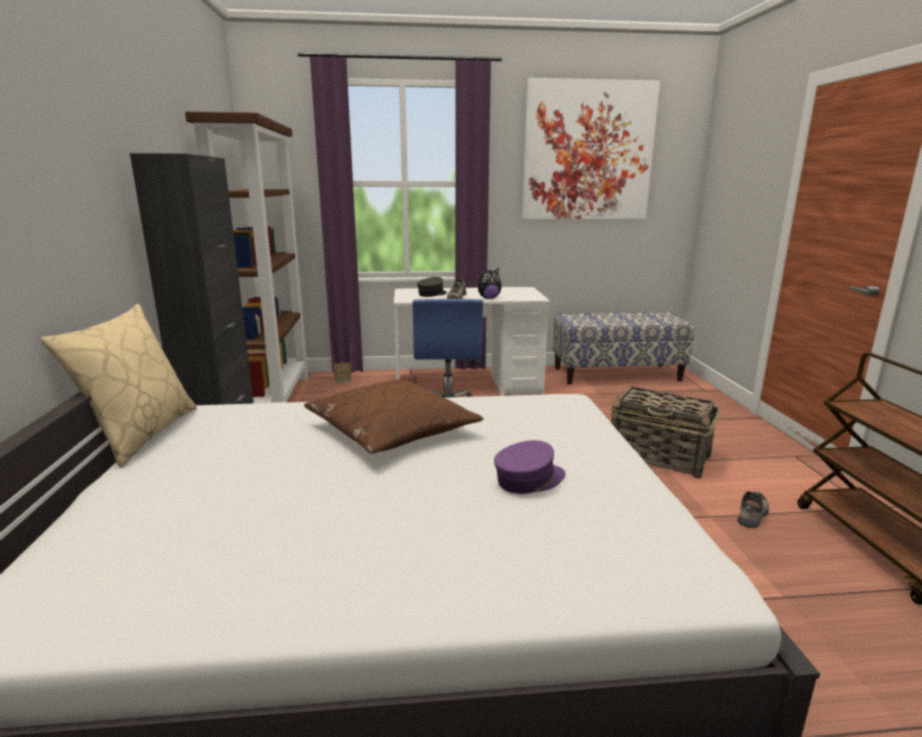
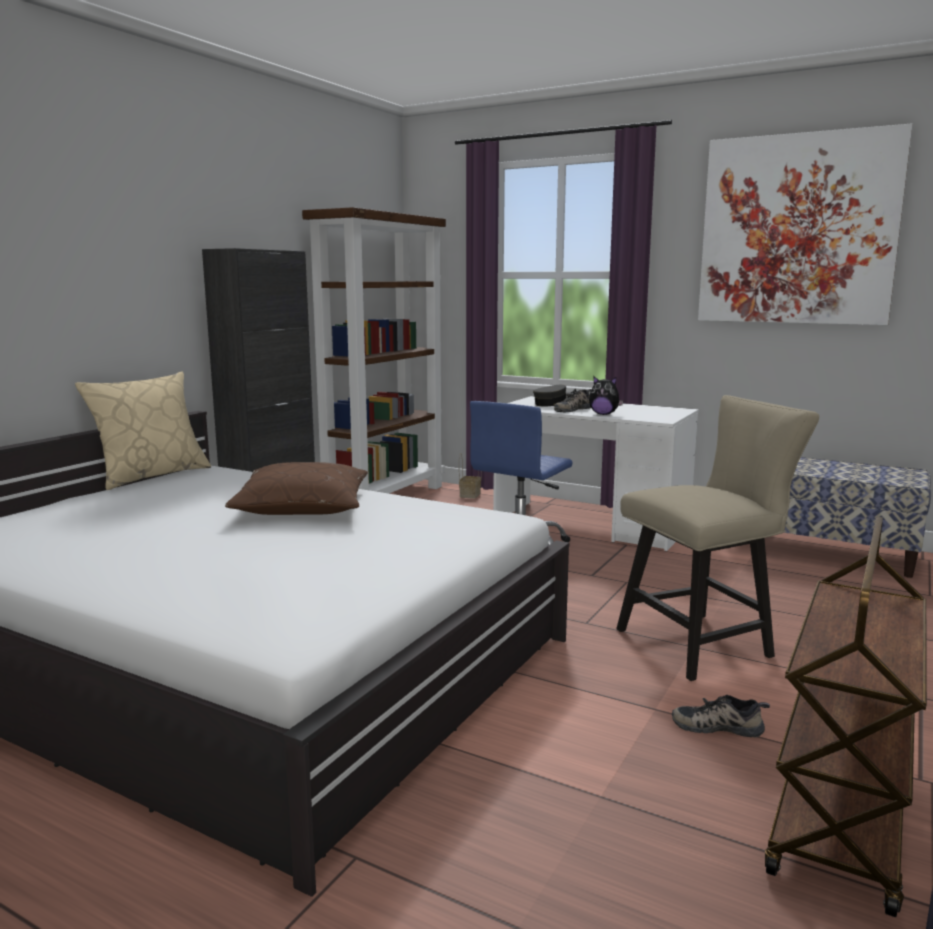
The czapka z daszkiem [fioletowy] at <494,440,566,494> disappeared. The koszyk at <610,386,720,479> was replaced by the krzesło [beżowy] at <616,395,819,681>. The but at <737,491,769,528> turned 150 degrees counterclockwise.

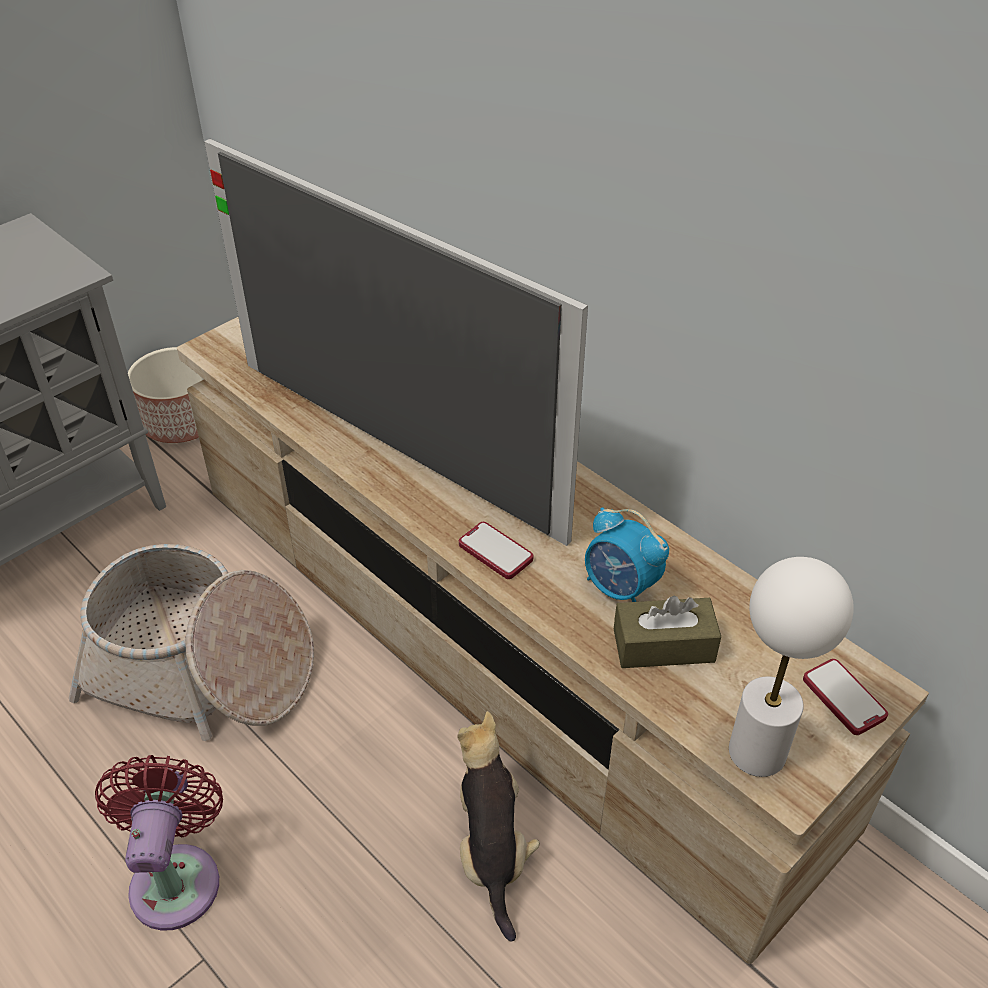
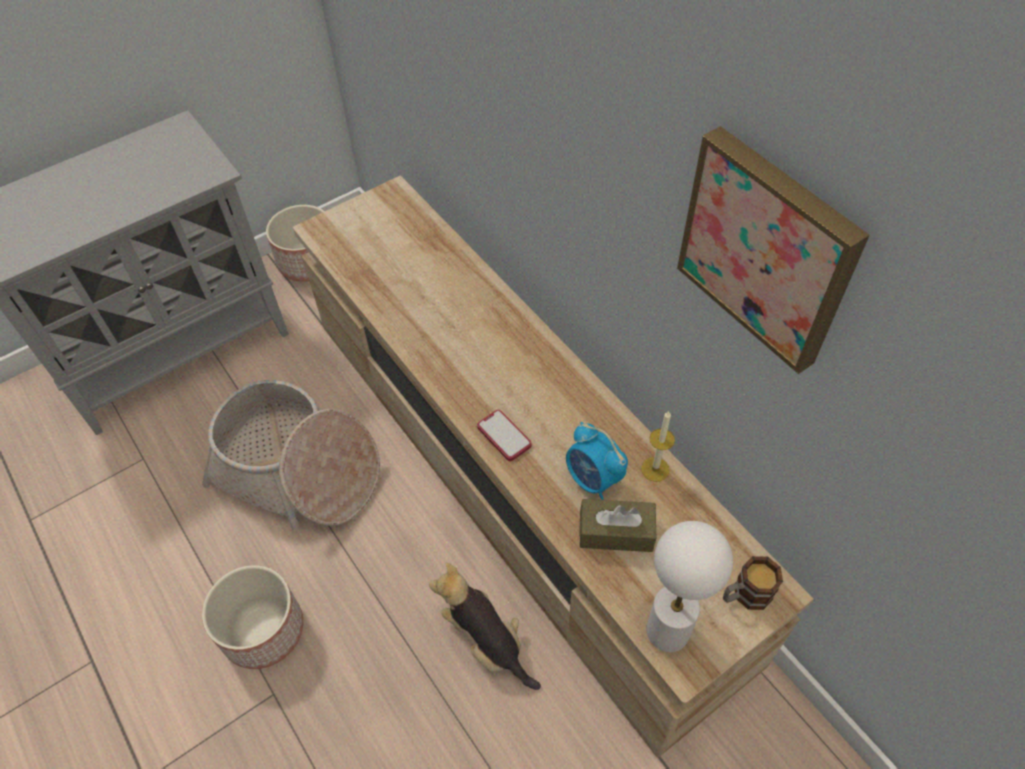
The wentylator [czerwony] at <95,755,223,931> was replaced by the donica at <202,565,303,669>. The telewizor at <204,139,588,546> disappeared. The pluszak at <457,711,540,942> turned 45 degrees counterclockwise. The telefon at <803,659,888,735> was replaced by the kubek at <723,556,783,610>. The świeca at <641,411,675,482> appeared. The obraz at <677,126,870,374> appeared.

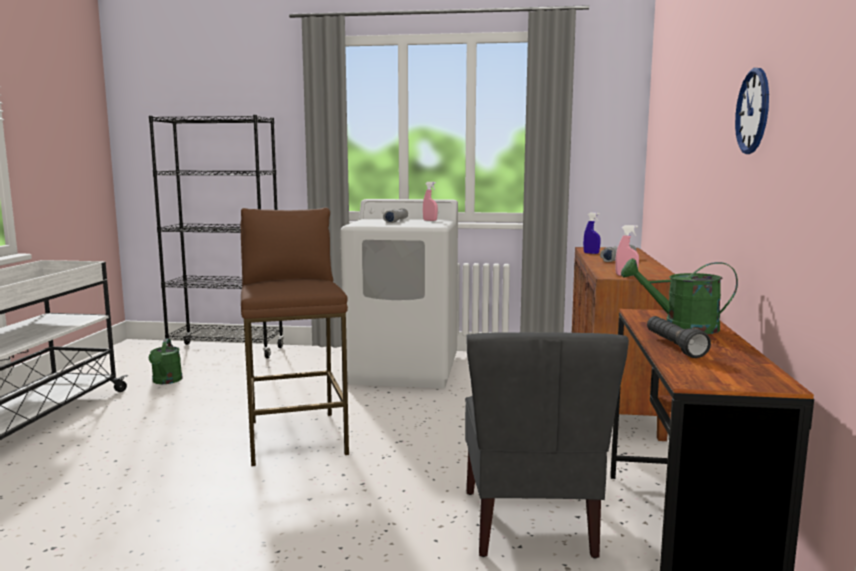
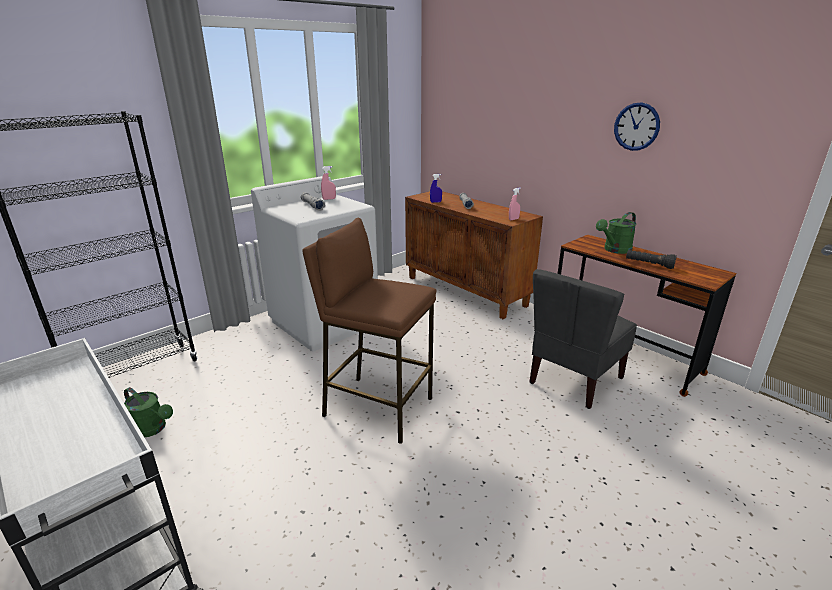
The krzesło [szary] at <465,332,629,558> turned 90 degrees clockwise.

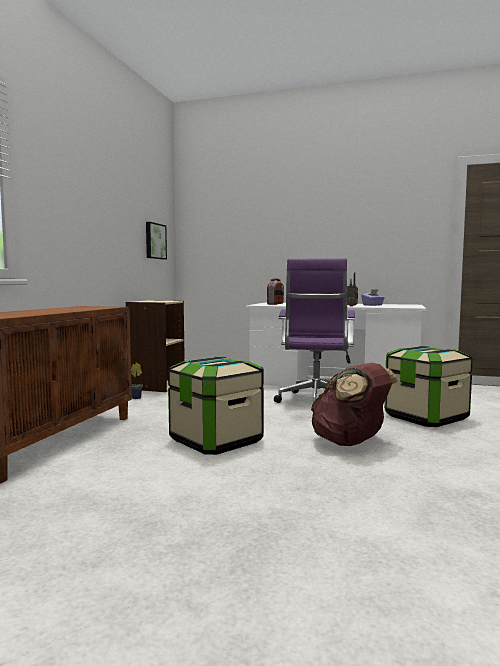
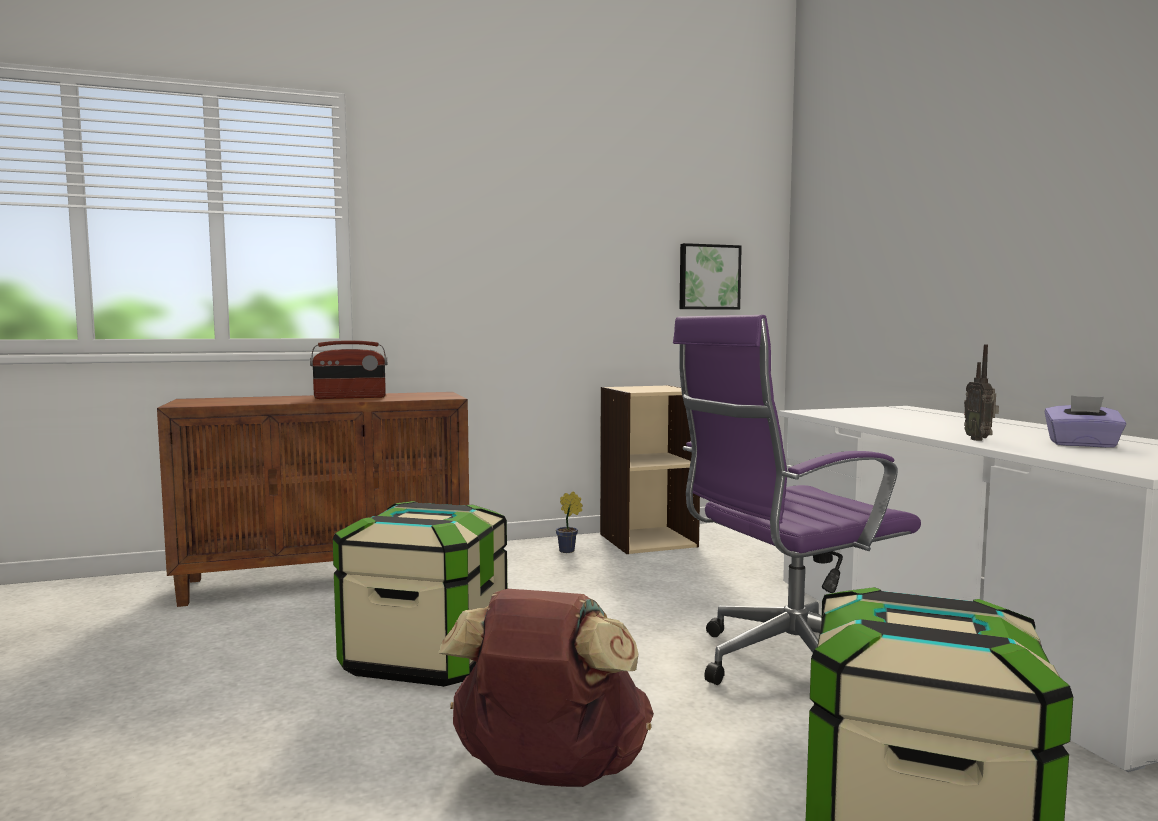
The radio moved from <267,278,284,305> to <310,340,387,399>.

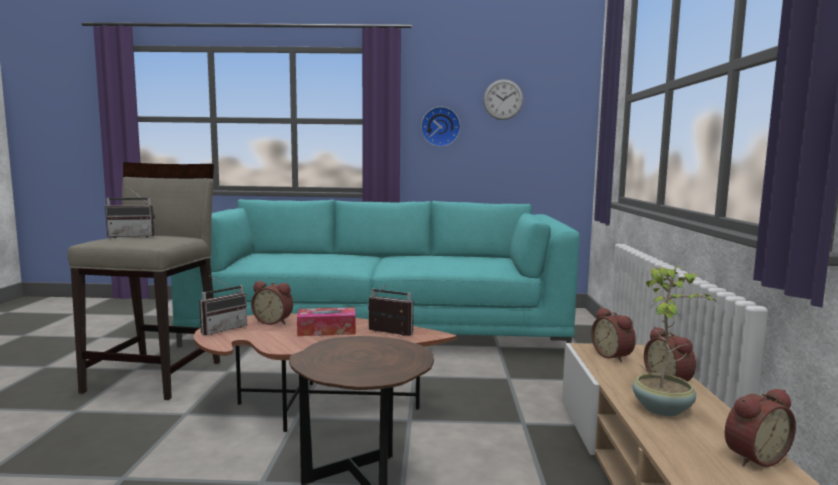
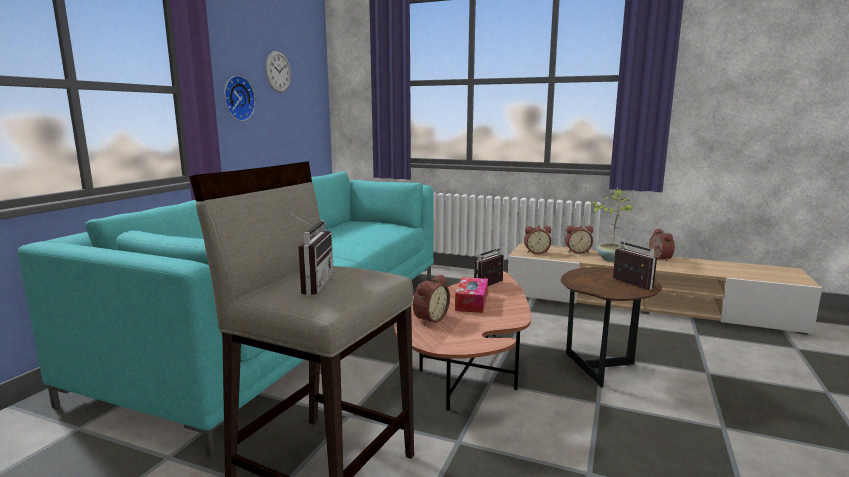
The radio moved from <199,277,247,335> to <613,239,657,290>.

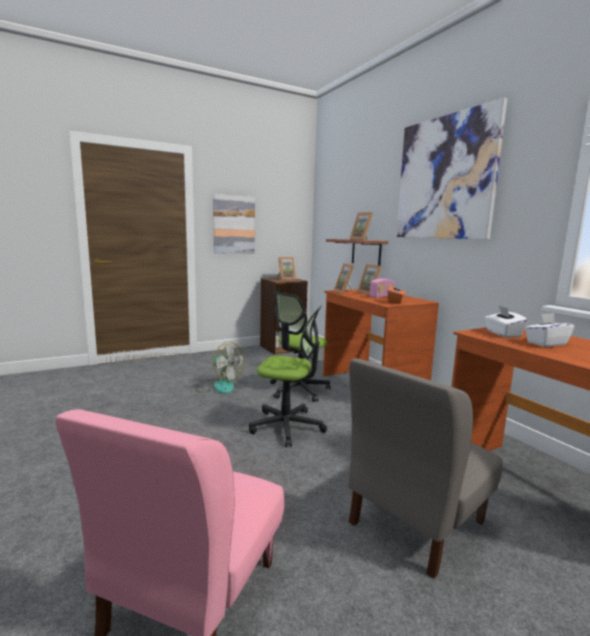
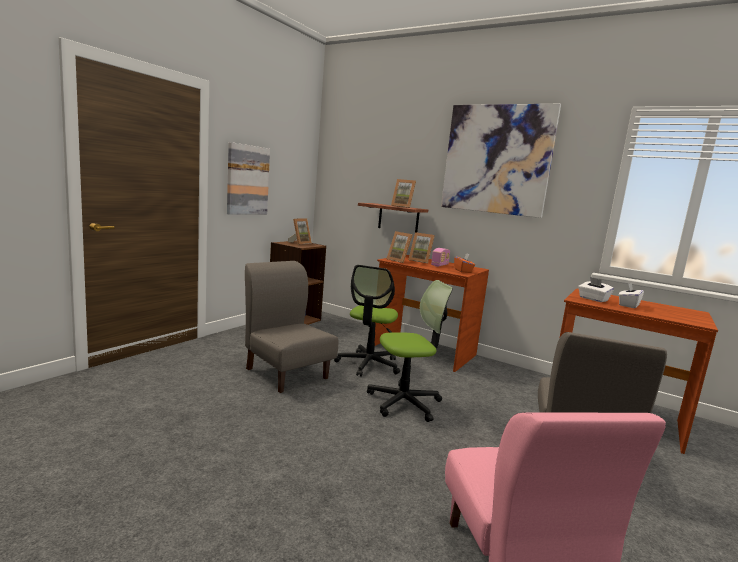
The wentylator at <196,341,244,394> was replaced by the krzesło [szary] at <245,261,338,393>.

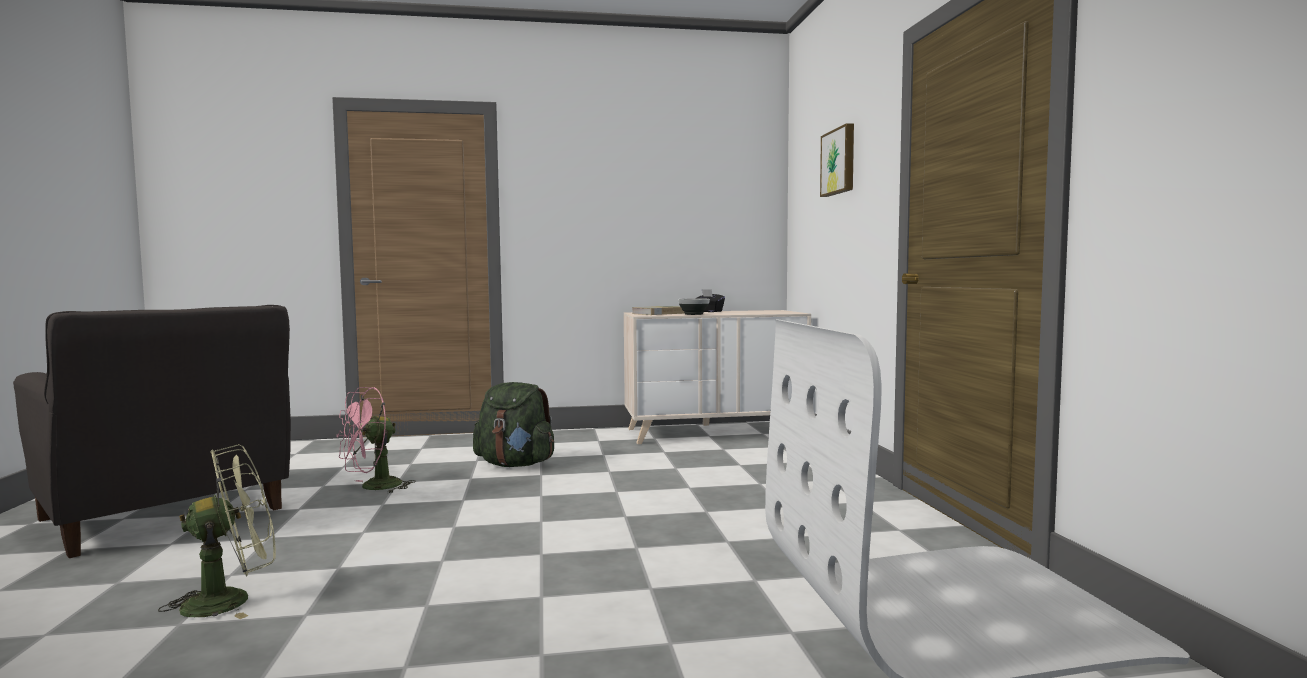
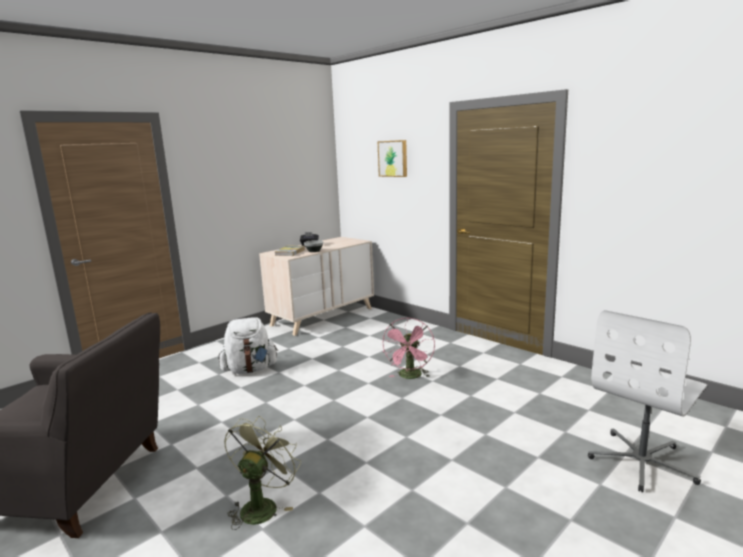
The wentylator [różowy] moved from <337,387,415,494> to <382,318,435,379>. The plecak [zielony] at <473,382,554,467> became the plecak [biały] at <219,317,278,374>.

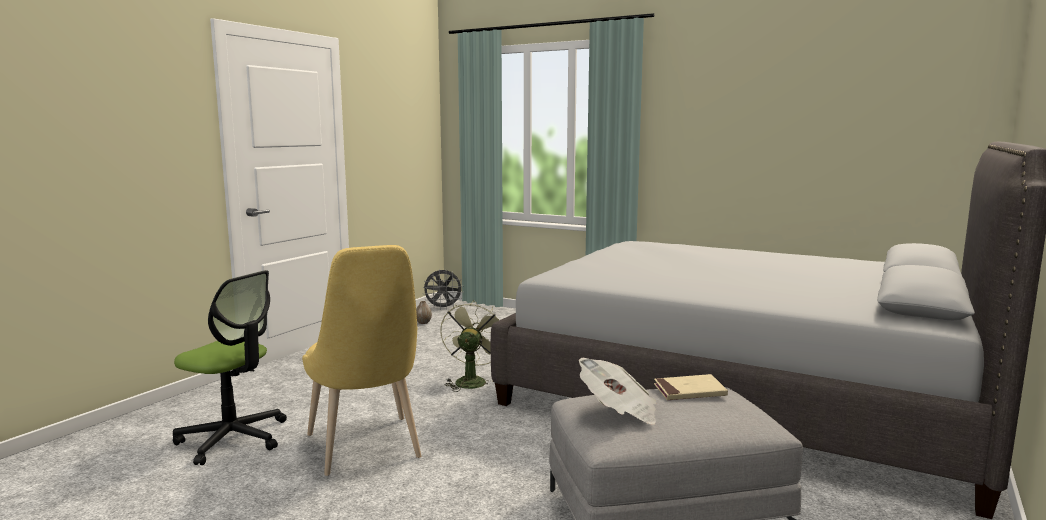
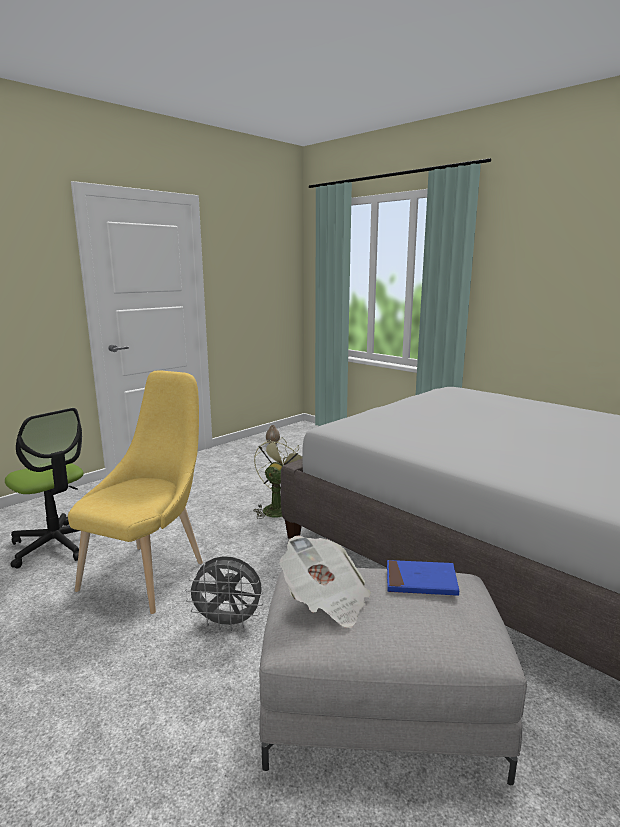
The krzesło [żółty] at <302,245,422,476> turned 150 degrees counterclockwise. The wentylator [szary] moved from <422,269,464,310> to <185,556,264,631>. The książka [beżowy] at <654,374,728,400> became the książka [niebieski] at <387,560,459,596>.

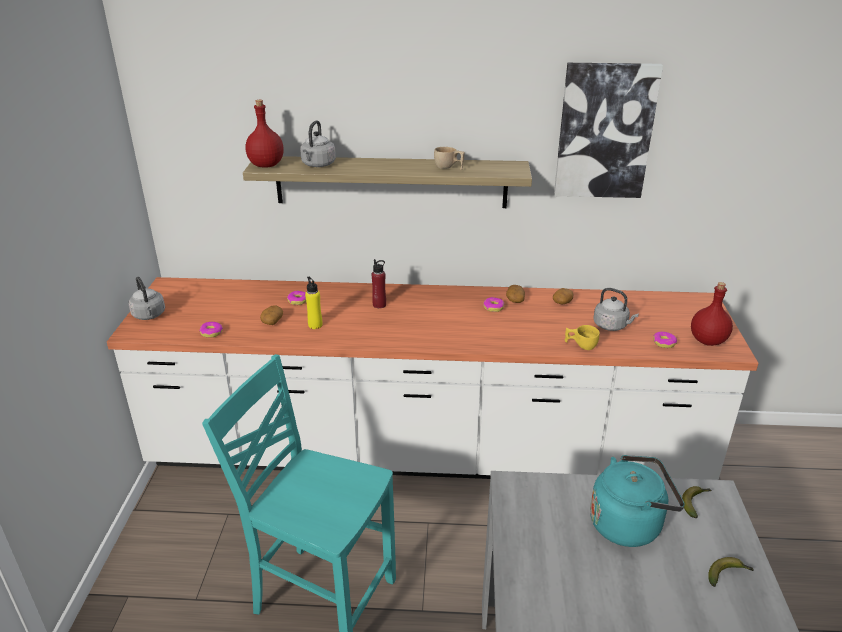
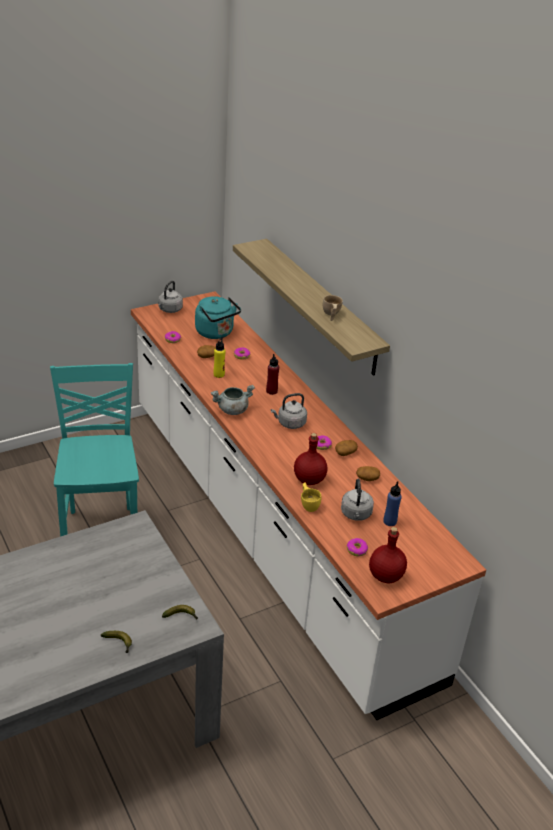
The butelka [czerwony] moved from <246,100,284,167> to <294,433,327,485>. The czajnik [szary] moved from <300,120,336,167> to <271,393,307,429>. The obraz at <554,63,663,198> disappeared. The czajnik [turkusowy] moved from <590,455,685,547> to <195,296,241,339>. The garnek [szary] at <211,385,255,415> appeared. The butelka [niebieski] at <383,481,402,526> appeared.

